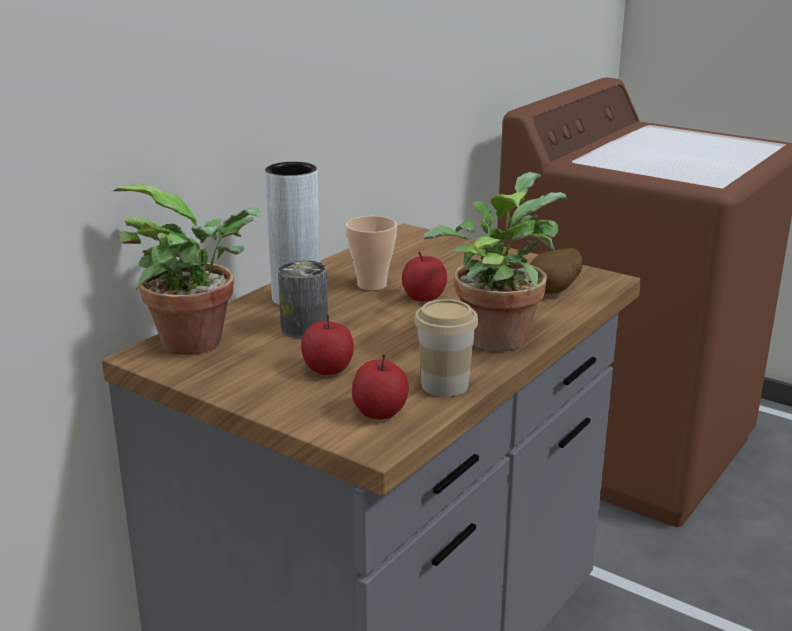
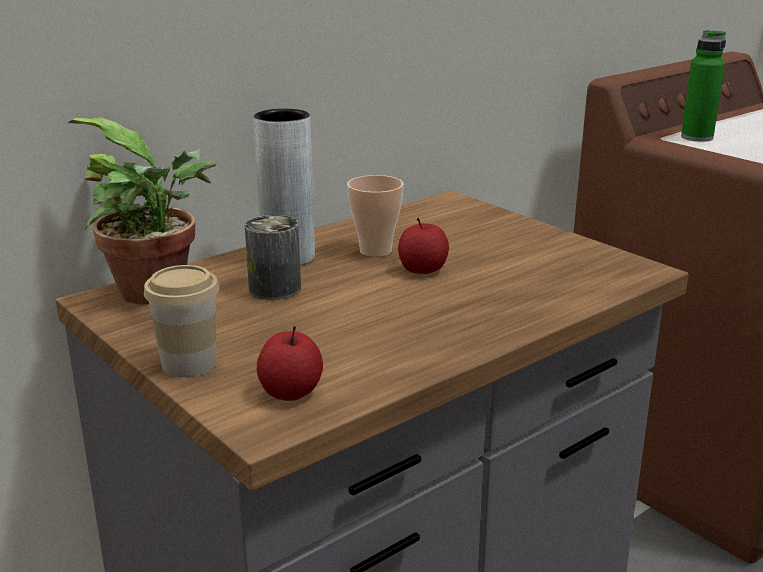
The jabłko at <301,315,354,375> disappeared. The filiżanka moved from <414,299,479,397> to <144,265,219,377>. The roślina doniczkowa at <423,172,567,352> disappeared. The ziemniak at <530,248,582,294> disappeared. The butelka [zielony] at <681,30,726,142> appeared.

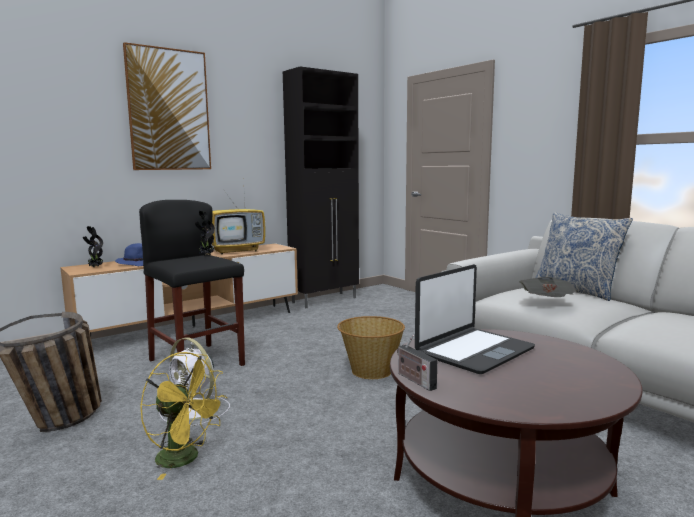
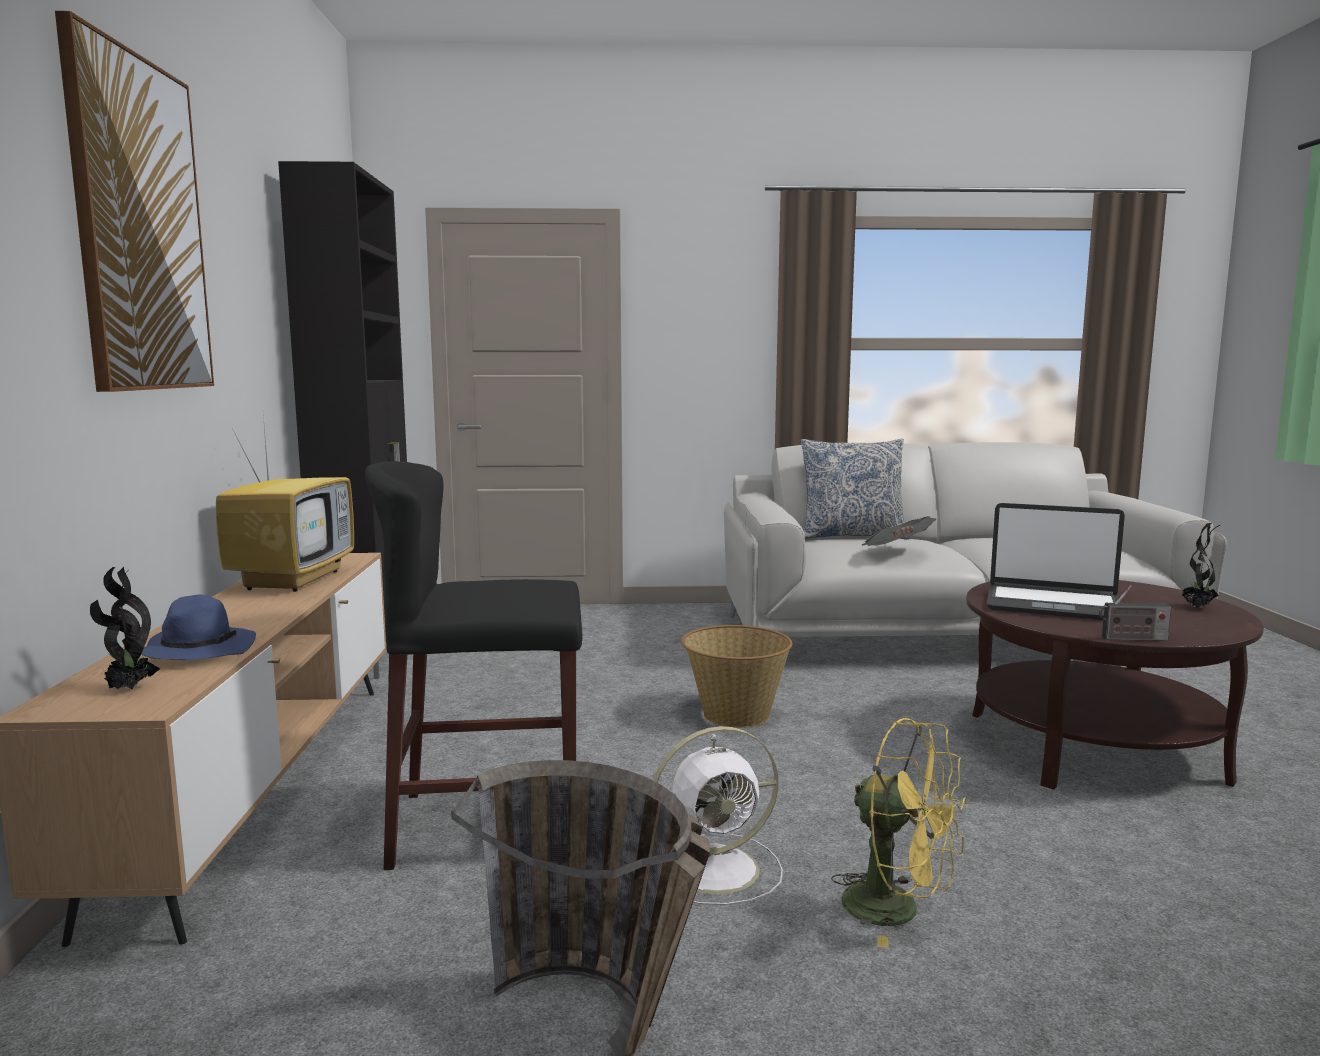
The wentylator [żółty] at <140,352,227,480> turned 60 degrees clockwise. The roślina doniczkowa moved from <195,211,215,255> to <1182,523,1220,608>. The laptop at <415,264,535,374> turned 120 degrees clockwise.

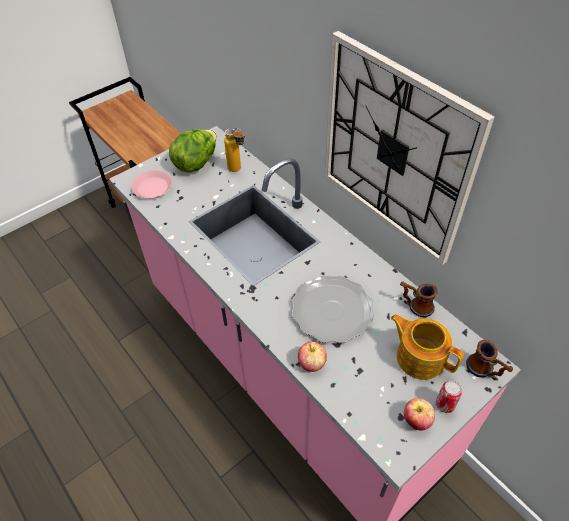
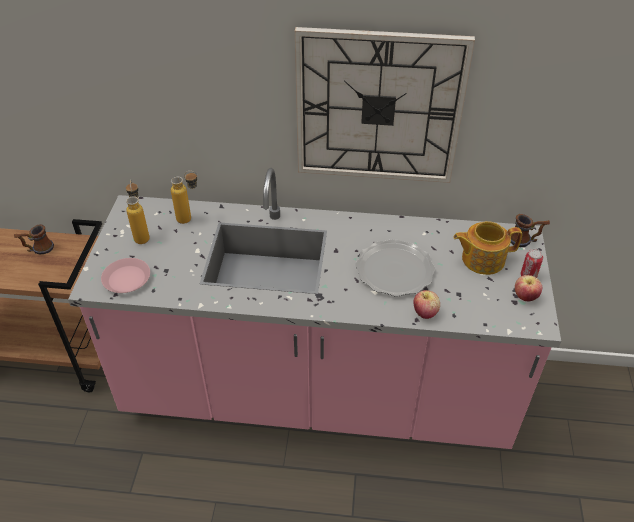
The sałata at <169,129,216,173> was replaced by the butelka at <126,180,150,244>. The kubek moved from <400,281,438,318> to <14,224,54,255>.

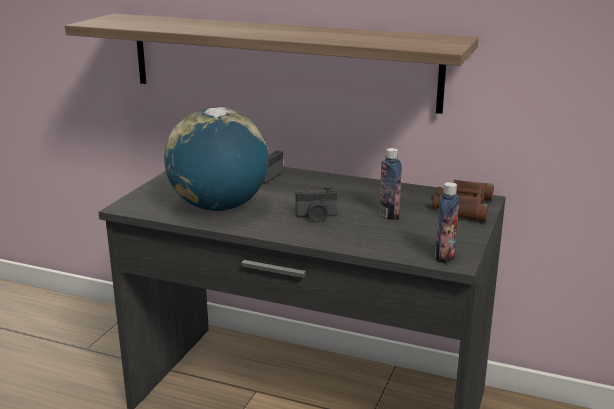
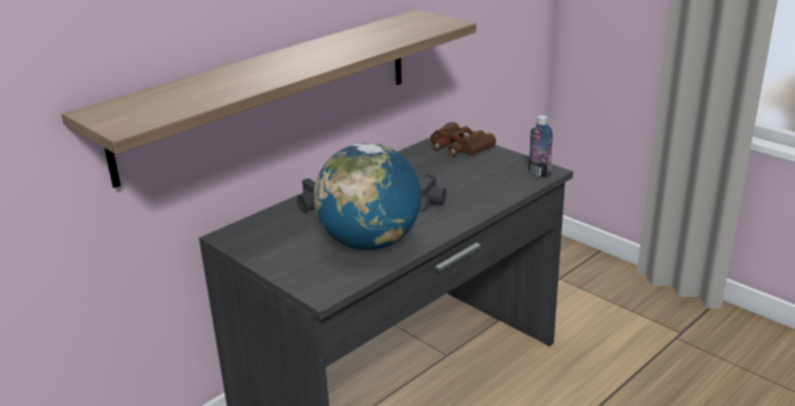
The butelka at <379,148,402,220> disappeared.

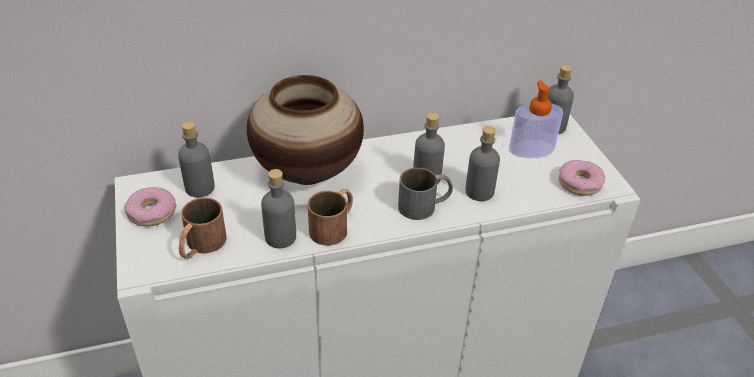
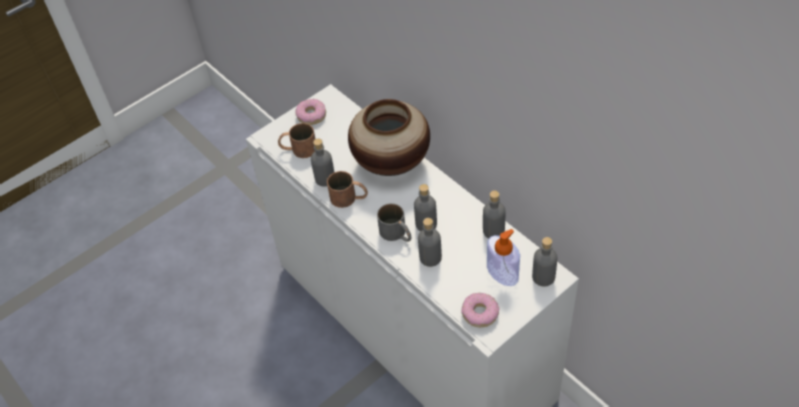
The butelka [szary] moved from <178,121,215,197> to <483,190,506,238>.

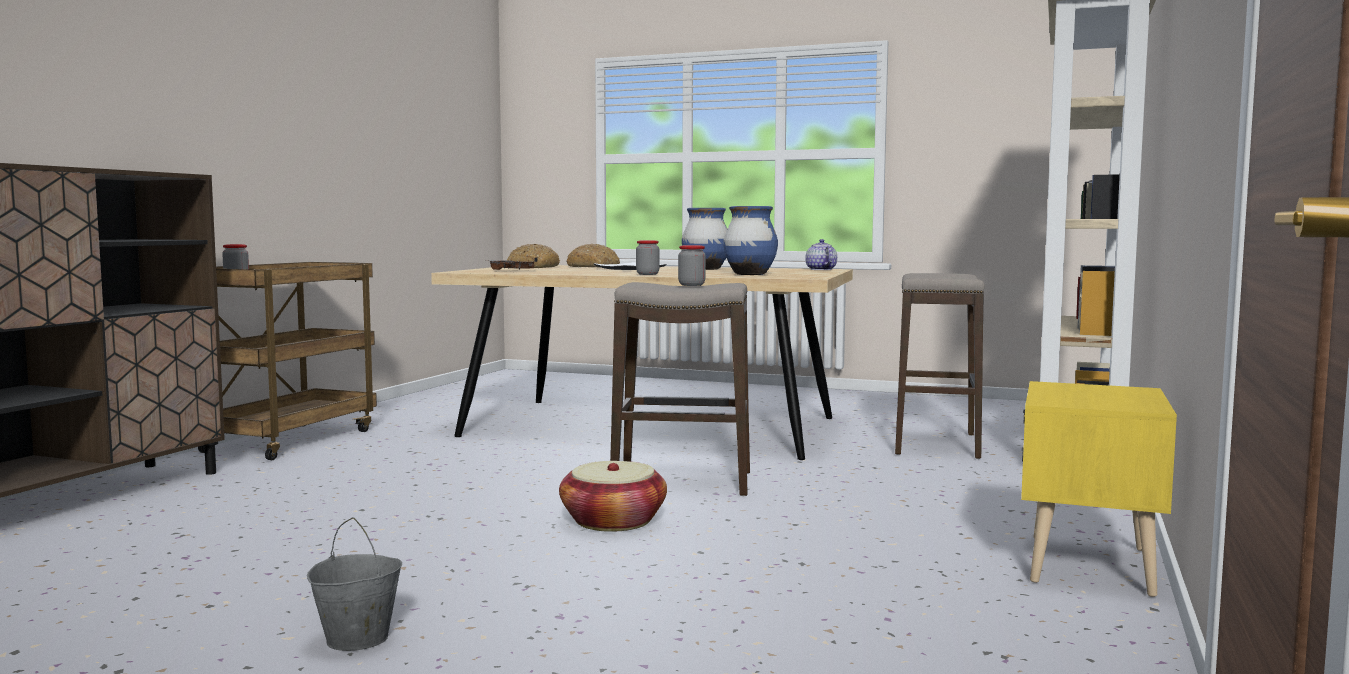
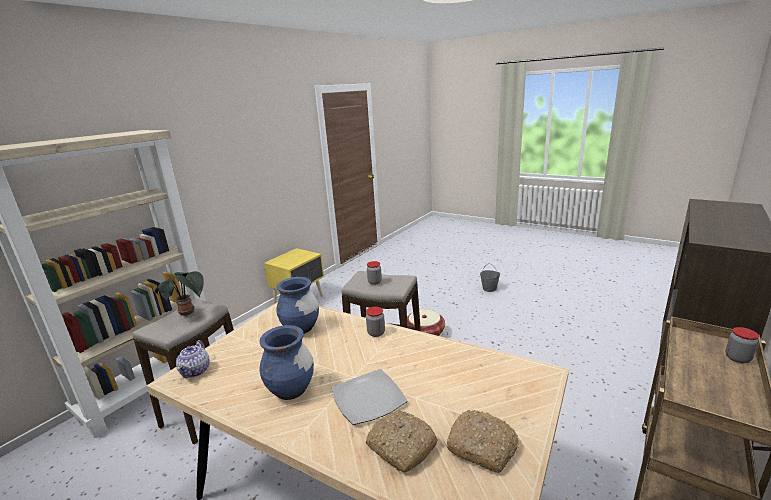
The taca [brązowy] at <490,257,538,270> disappeared. The roślina doniczkowa at <155,271,204,316> appeared.

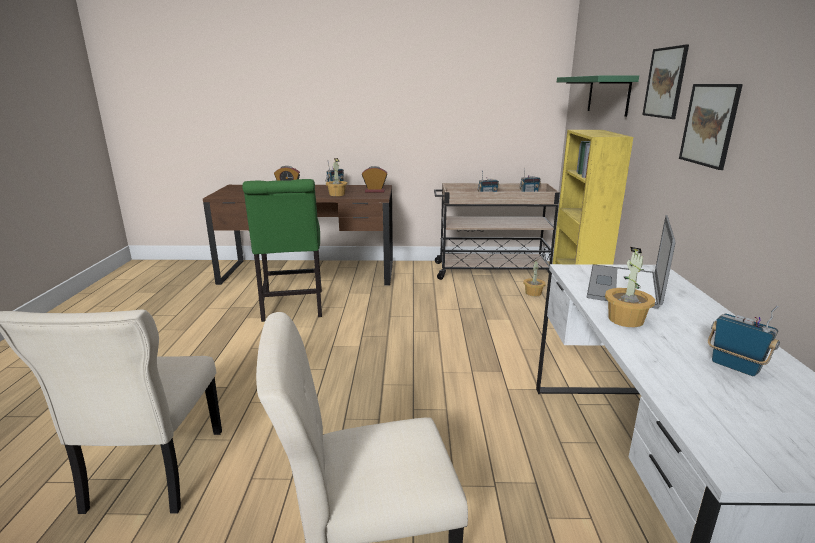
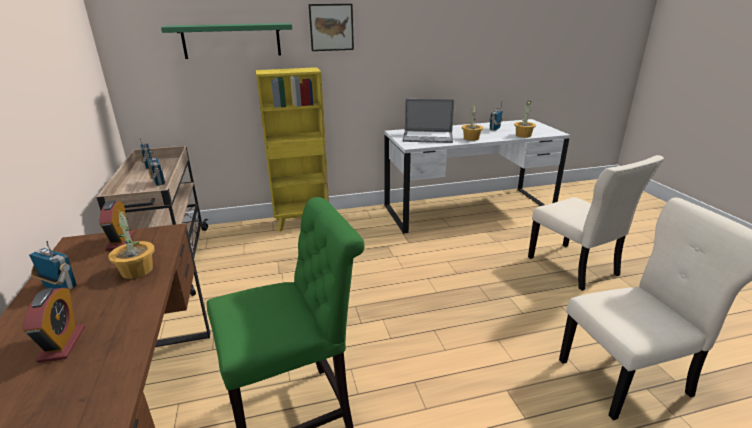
The roślina doniczkowa moved from <523,260,546,296> to <514,100,536,138>. The obraz at <679,84,743,170> disappeared.

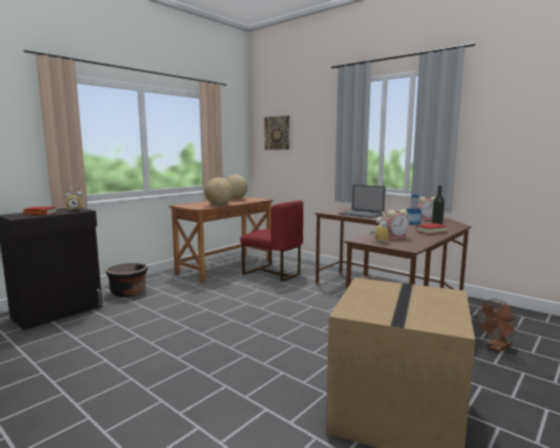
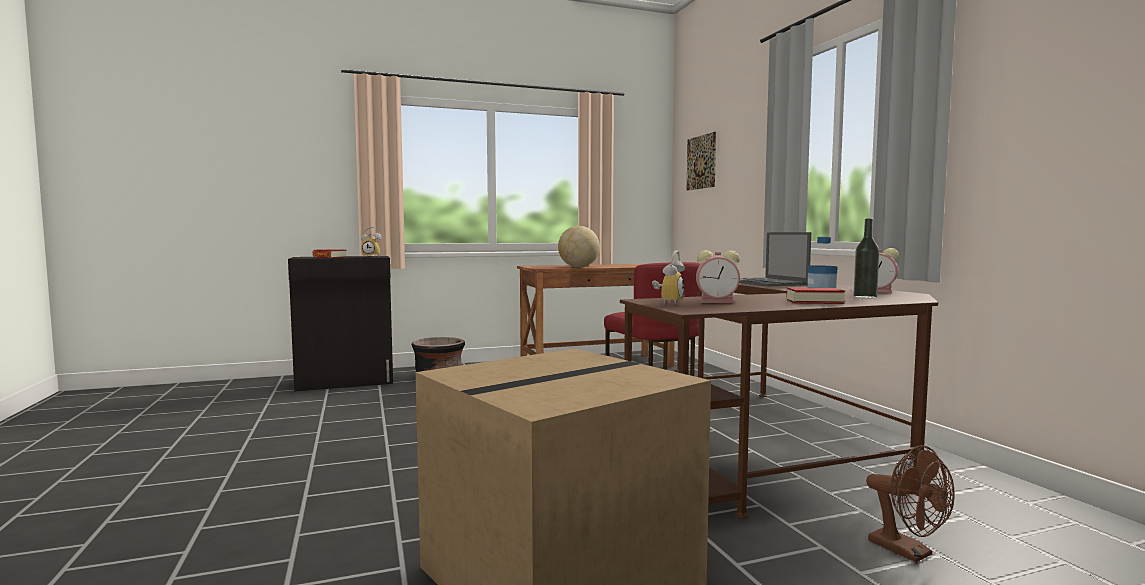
The globus at <226,175,248,199> disappeared. The wentylator [brązowy] at <477,299,518,352> turned 120 degrees counterclockwise.

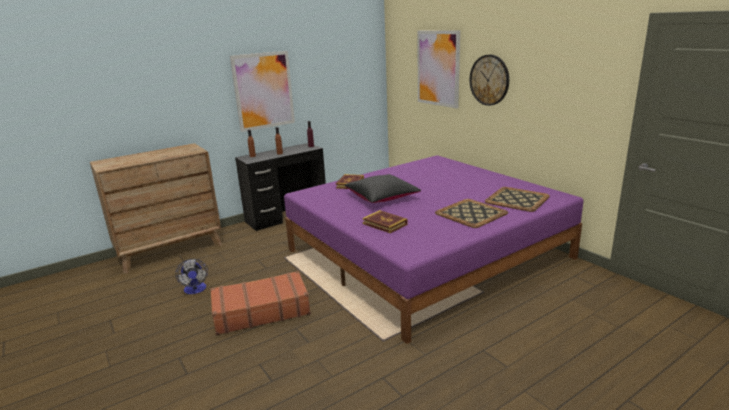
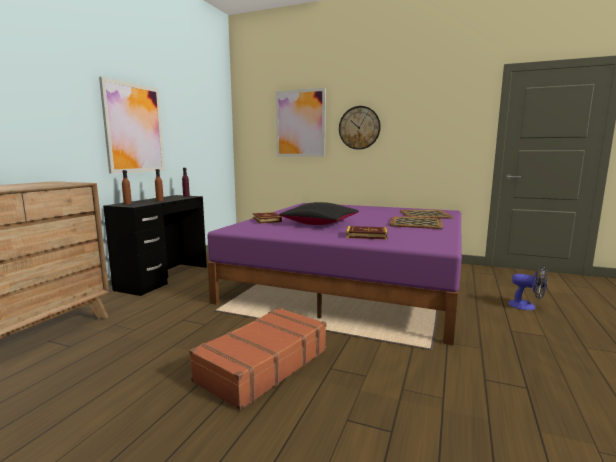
The wentylator moved from <175,259,208,294> to <508,267,548,310>.

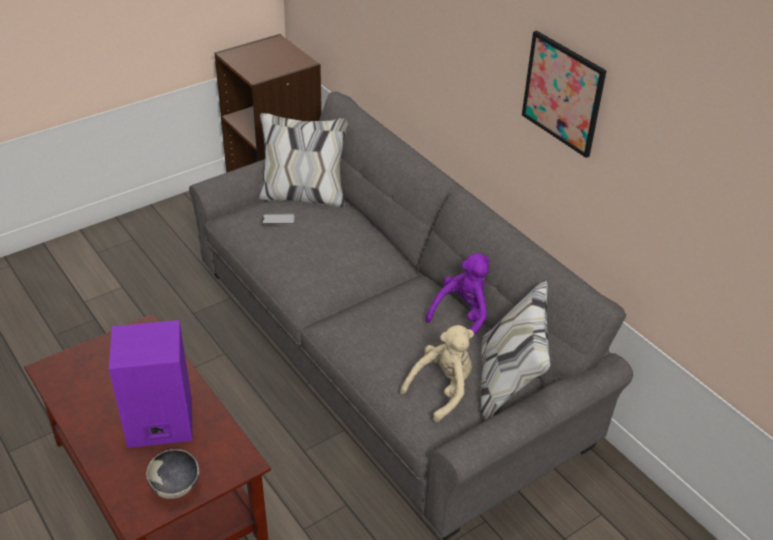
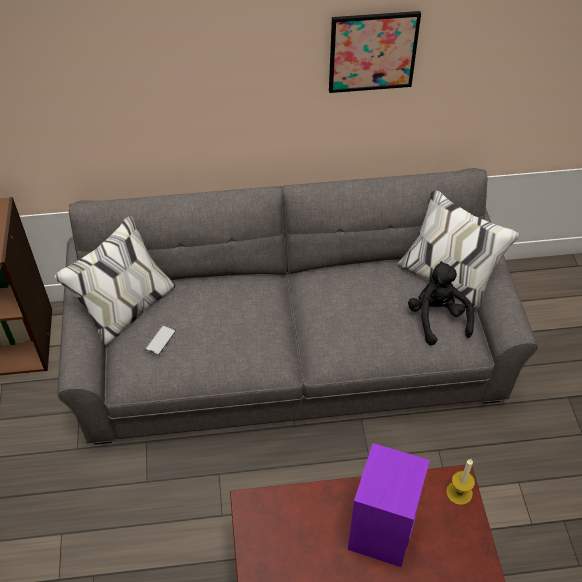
The miska at <146,449,199,499> disappeared. The pluszak [beżowy] at <400,325,474,422> became the pluszak [czarny] at <408,261,474,346>. The pluszak [fioletowy] at <425,253,490,334> disappeared. The świeca at <446,459,475,505> appeared.

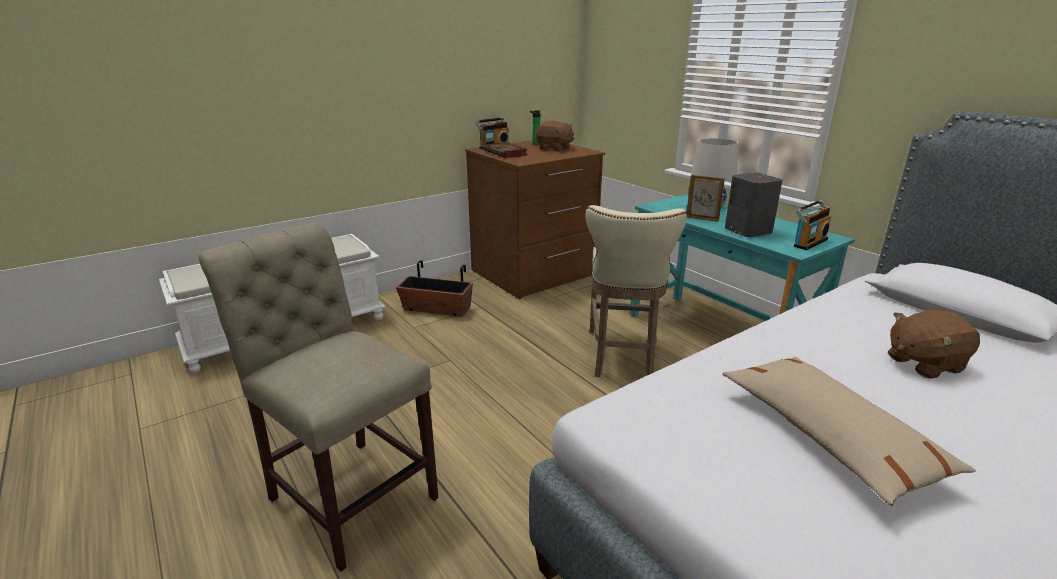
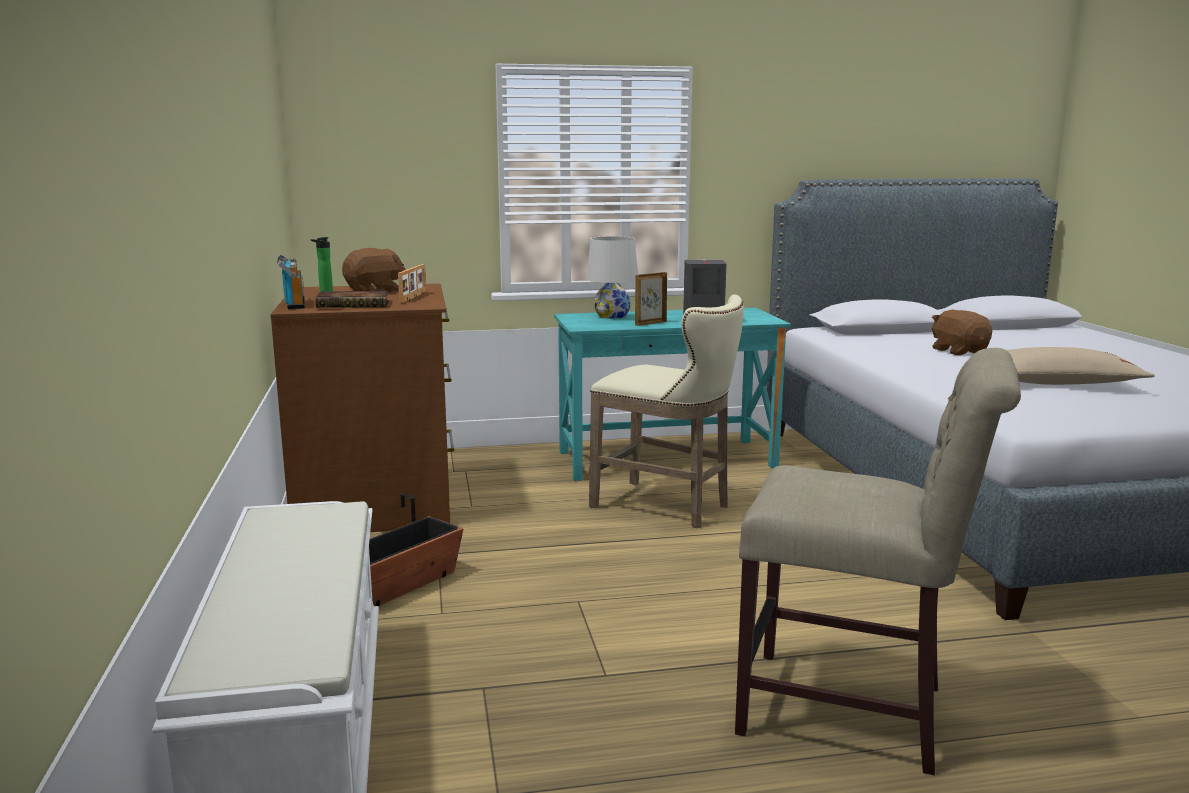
The krzesło [beżowy] at <198,222,438,572> turned 135 degrees counterclockwise. The radio at <794,200,831,250> disappeared. The pluszak [brązowy] at <888,310,980,379> turned 150 degrees clockwise. The ramka na zdjęcie at <398,264,426,303> appeared.

